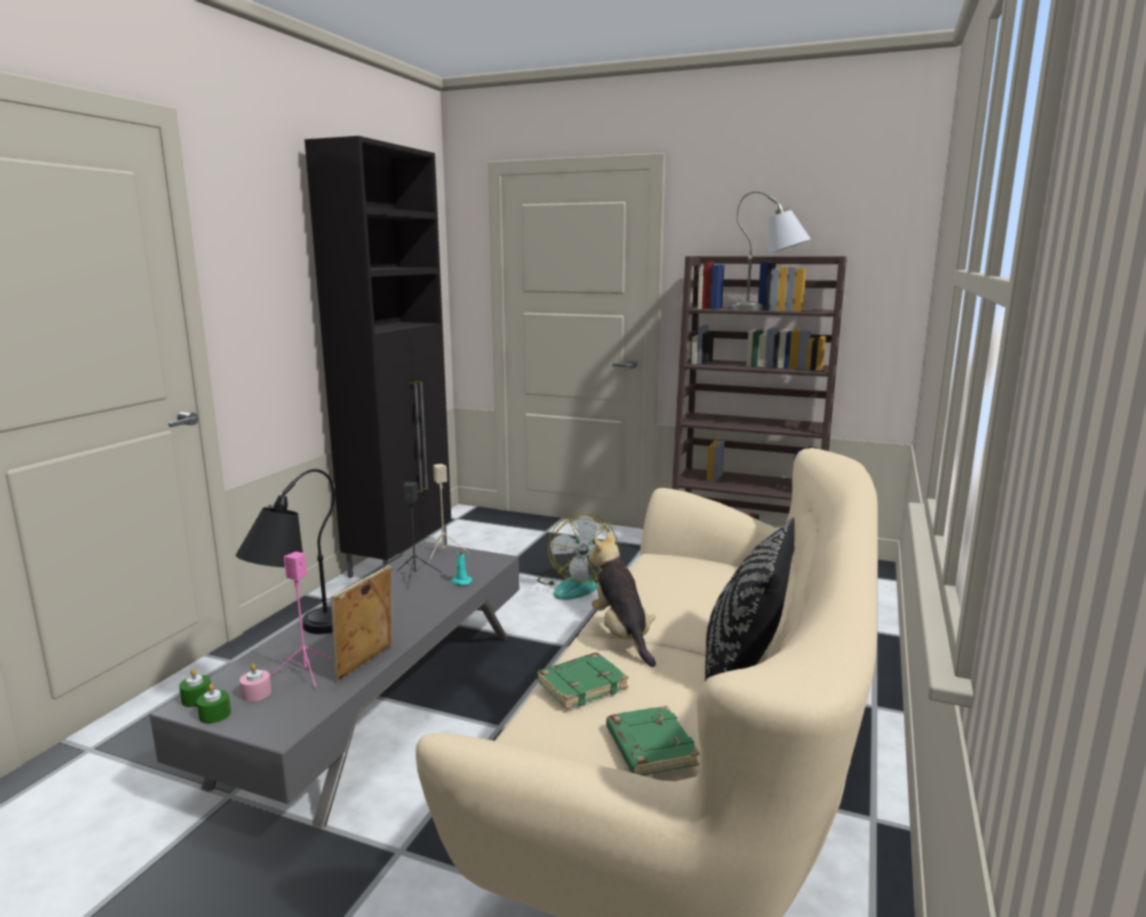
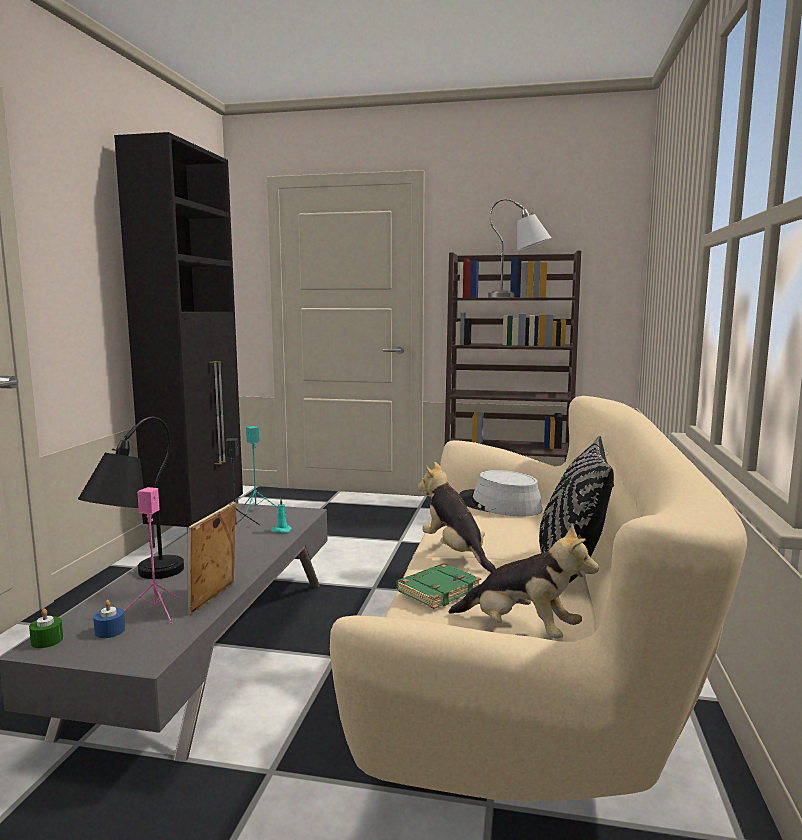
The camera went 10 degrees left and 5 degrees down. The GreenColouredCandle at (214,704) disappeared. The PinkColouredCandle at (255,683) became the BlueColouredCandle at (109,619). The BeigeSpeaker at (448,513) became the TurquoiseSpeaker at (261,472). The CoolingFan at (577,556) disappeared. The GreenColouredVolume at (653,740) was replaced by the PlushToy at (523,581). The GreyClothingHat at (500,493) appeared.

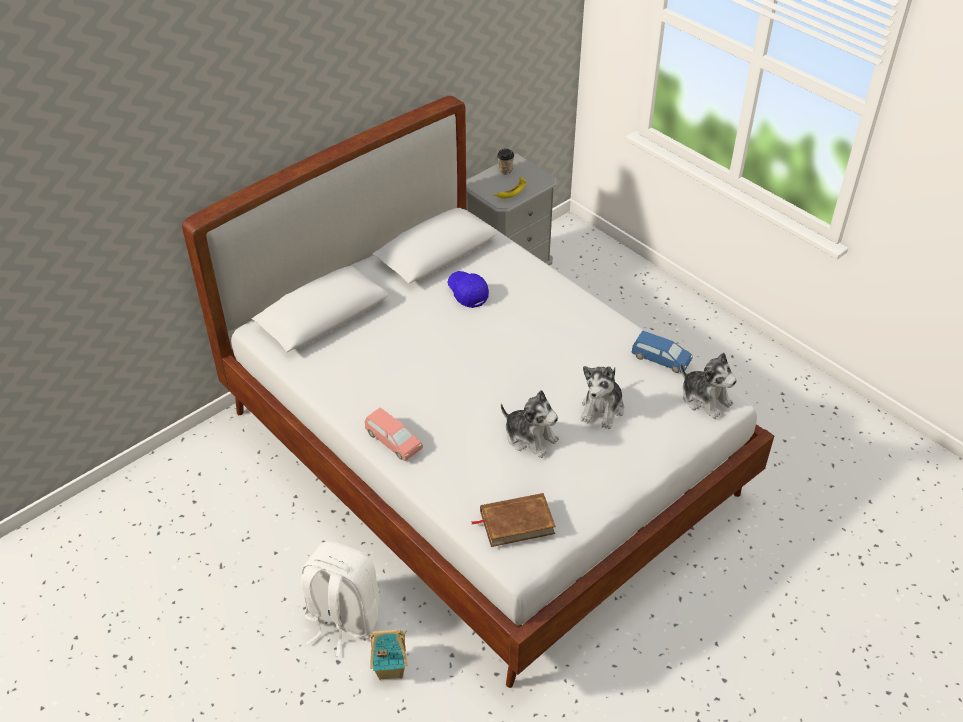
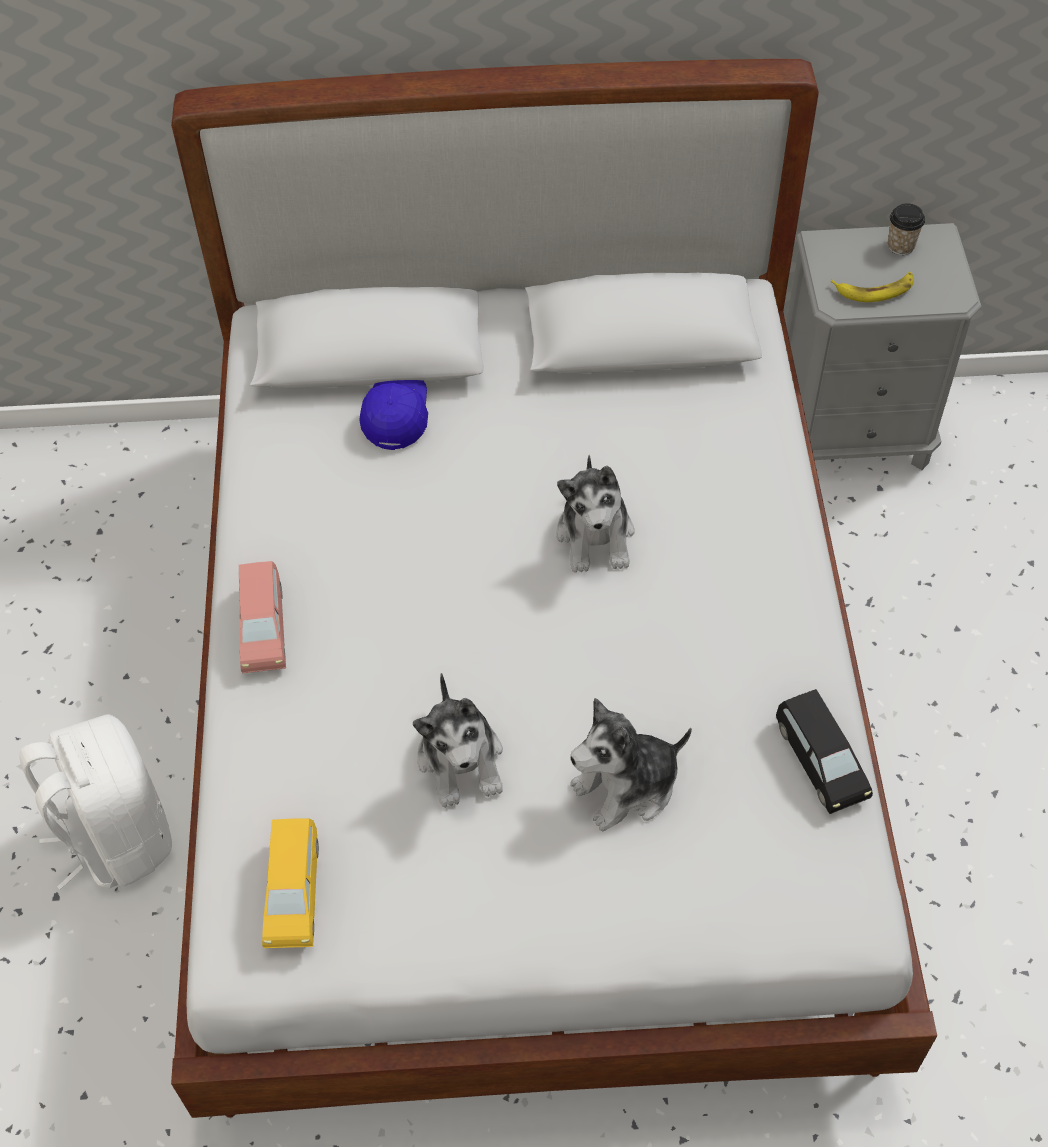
The camera went 40 degrees right and 10 degrees up. The ToyHouse at (388,654) disappeared. The BlueColouredBaseballCap moved from (468,289) to (393,415). The BrownVolume at (514,520) was replaced by the YellowToyCar at (290,883). The BlueColouredToyCar at (662,352) became the BlackColouredToyCar at (824,751). The PlushToy moved from (708,385) to (595,514).

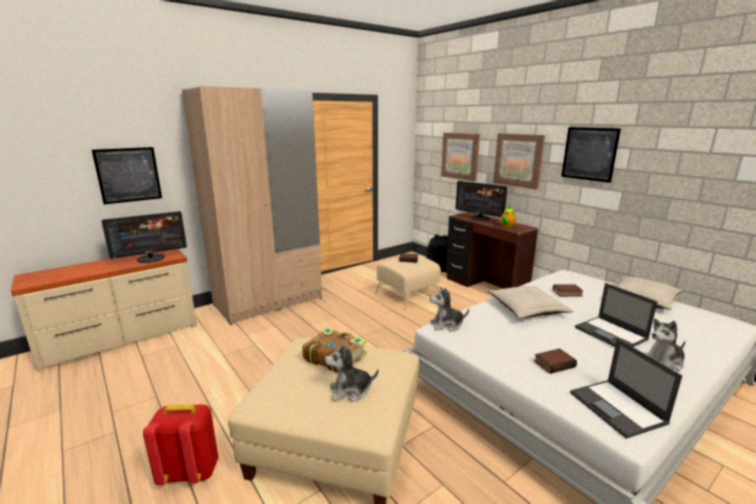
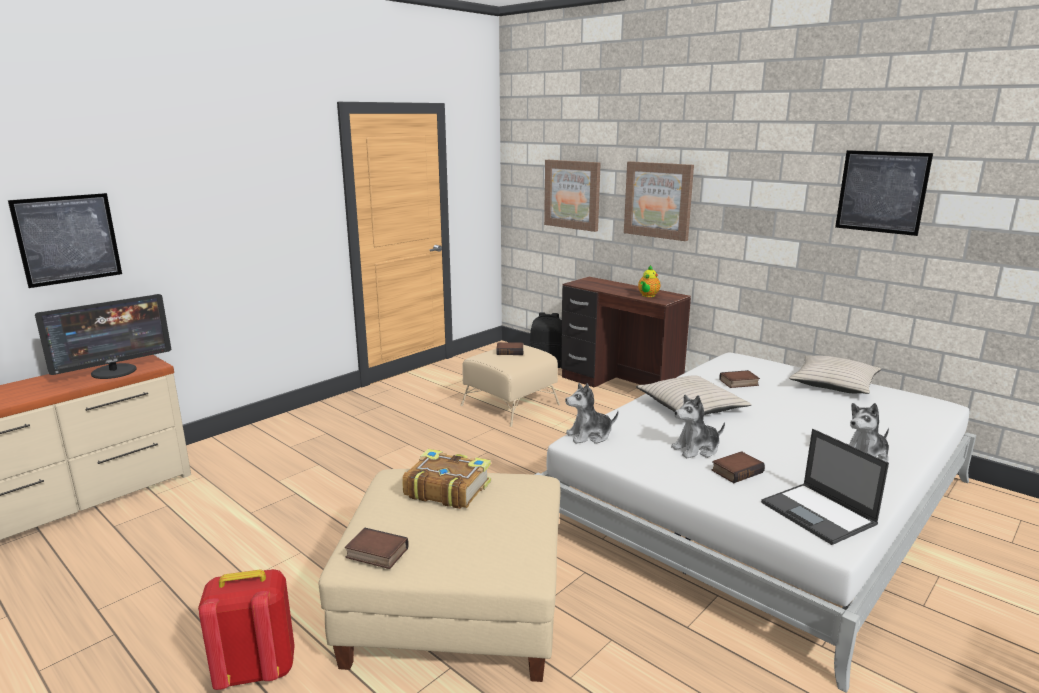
The camera went 10 degrees left and 0 degrees up. The BeigeClothesCupboard at (252,205) disappeared. The PlushToy moved from (352,372) to (698,426). The ComputerDisplay at (481,201) disappeared. The WallPicture moved from (591,155) to (884,193). The PortableComputer at (616,315) disappeared. The Volume at (377,548) appeared.

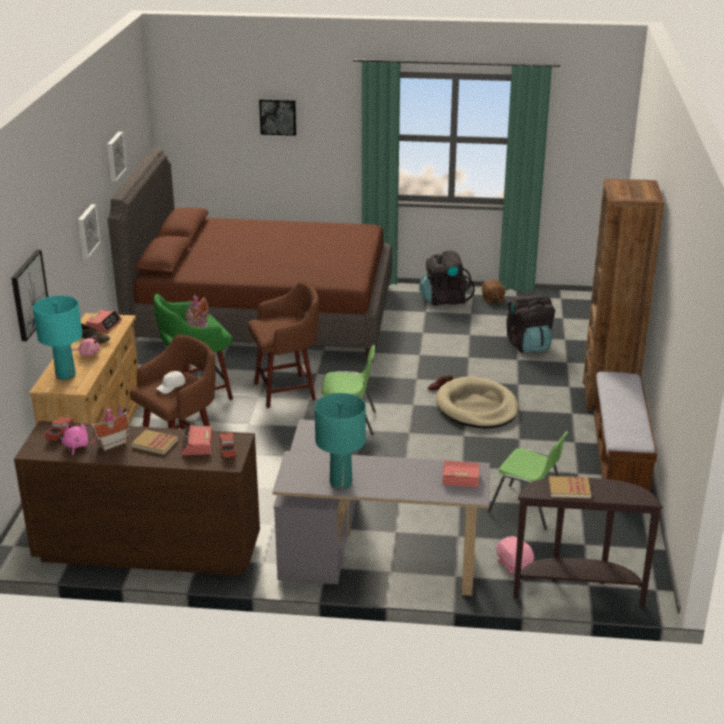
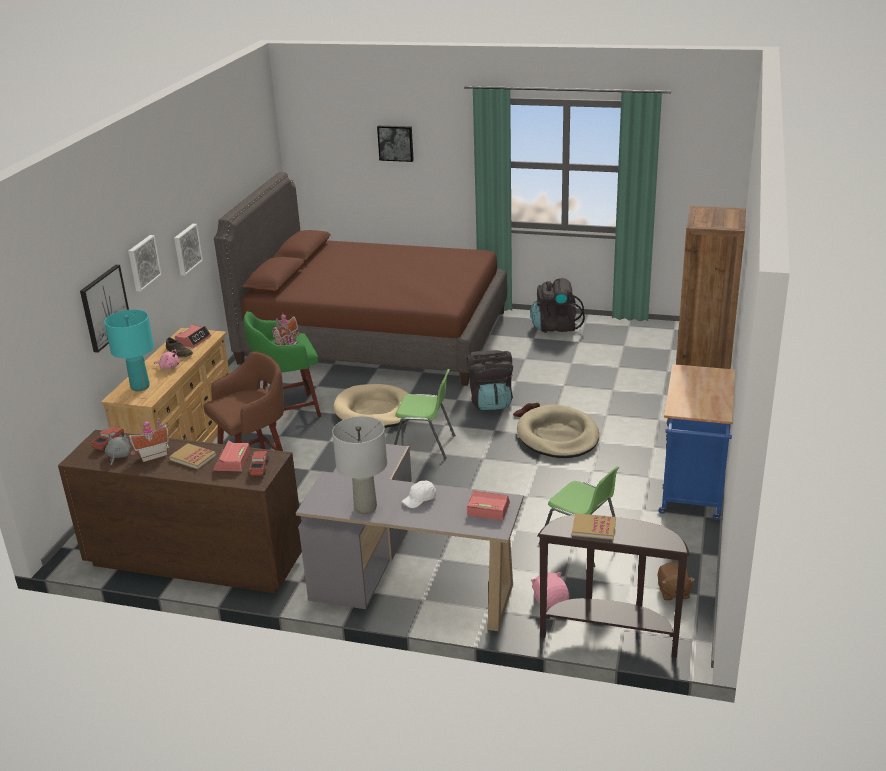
The camera went 10 degrees right and 0 degrees up. The PinkColouredPlushToy at (75,439) became the GreyPlushToy at (118,449). The WallPicture moved from (117,157) to (145,263). The WhiteColouredBaseballCap moved from (170,382) to (419,494). The BrownStool at (283,344) was replaced by the BeigeDogBed at (371,406). The TurquoiseTabletopLamp at (340,441) became the GreyTabletopLamp at (359,465). The BrownPlushToy moved from (494,291) to (676,581). The BlackColouredKnapsack moved from (531,323) to (490,380). The IndoorBench at (625,431) was replaced by the BlueColouredWheeledCart at (696,442).

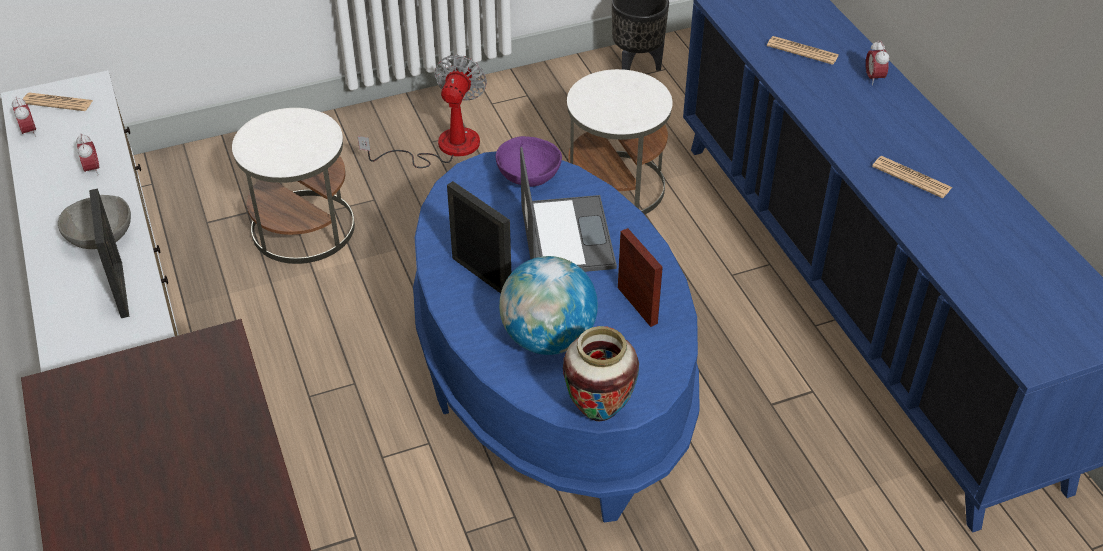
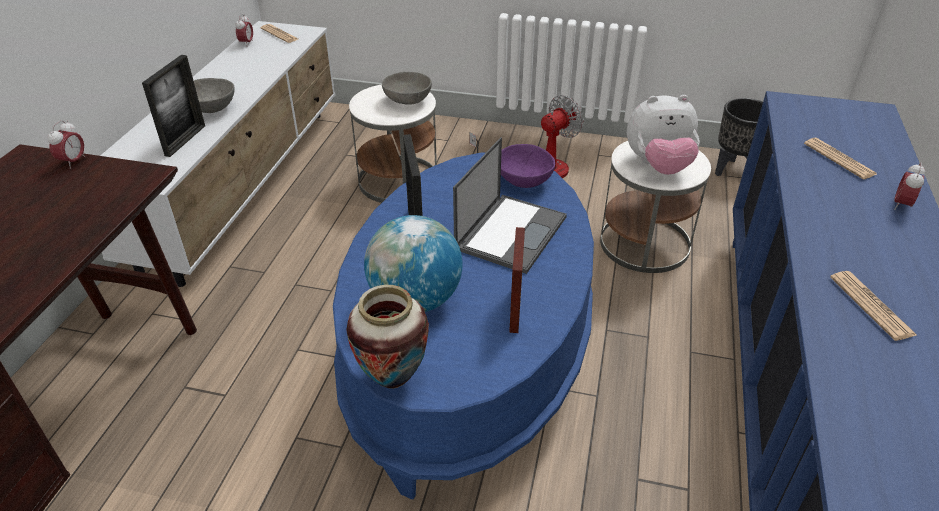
The camera went 35 degrees right and 5 degrees down. The BedsideClock moved from (87,154) to (67,144). The GreyBowl at (407,88) appeared. The PlushToy at (663,135) appeared.

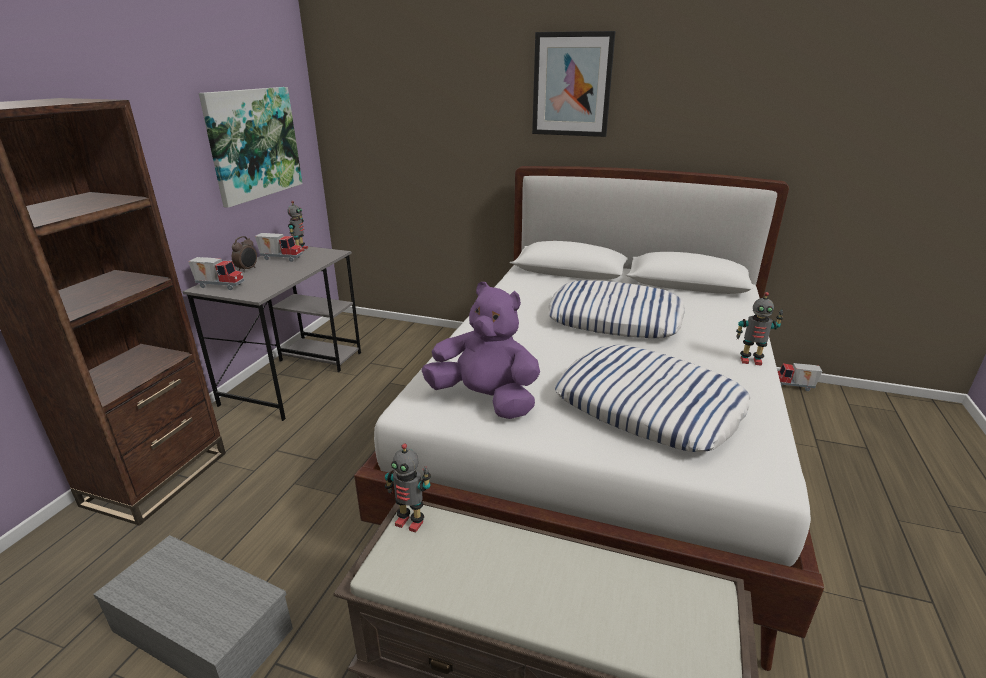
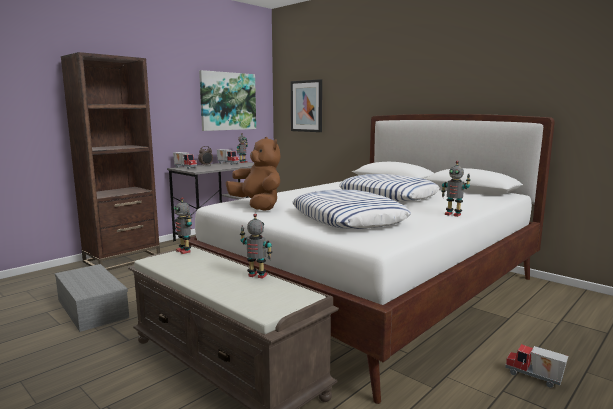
The camera went 25 degrees right and 15 degrees down. The PurplishPlushToy at (481,350) became the BrownPlushToy at (253,174). The WallPicture moved from (574,84) to (306,105). The ToyTruck moved from (800,377) to (536,366). The RobotFigure at (256,246) appeared.

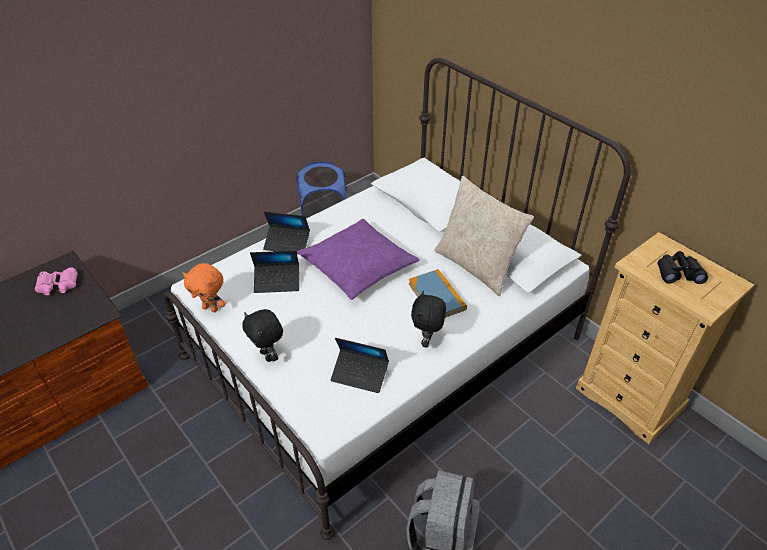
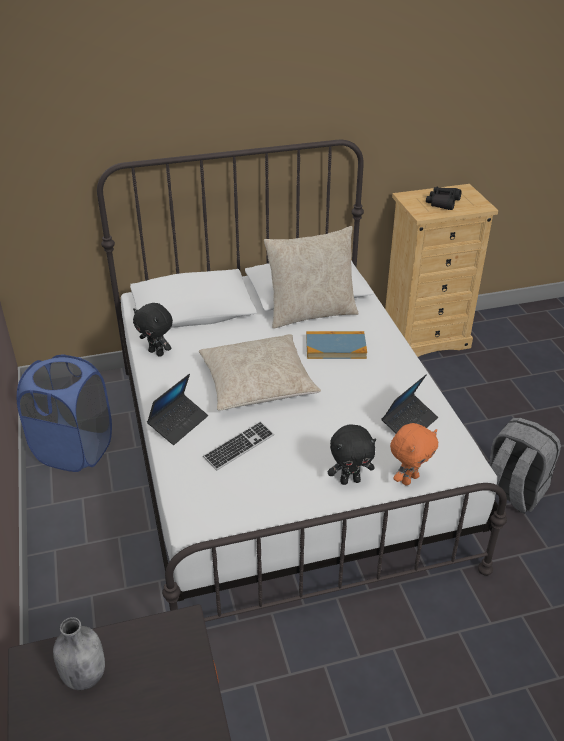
The camera went 65 degrees left and 5 degrees down. The PinkColouredPairOfBinoculars at (56,281) was replaced by the GreyBeverageBottle at (79,653). The OrangeColouredPlushToy moved from (204,287) to (414,454). The PortableComputer at (274,271) was replaced by the PcKeyboard at (238,446). The PurplishCushion at (358,259) became the BeigeCushion at (260,372). The BlackColouredPlushToy moved from (428,319) to (153,330).

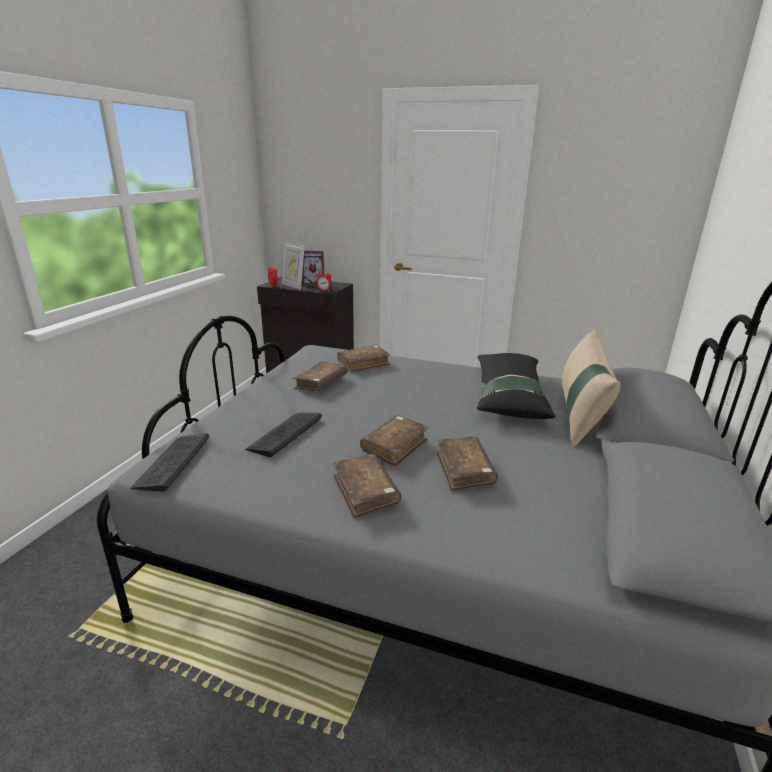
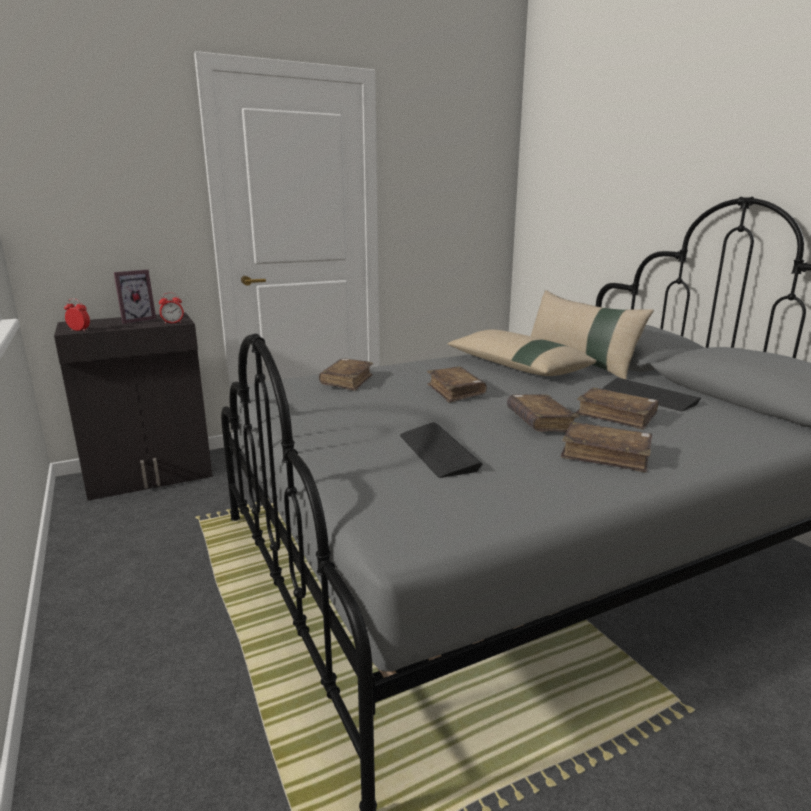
The camera went 45 degrees left and 5 degrees down. The PcKeyboard moved from (170,462) to (651,394). The PhotoFrame at (293,266) disappeared. The BrownVolume moved from (320,376) to (457,385). The BlackColouredCushion at (516,386) became the BeigeCushion at (522,352).

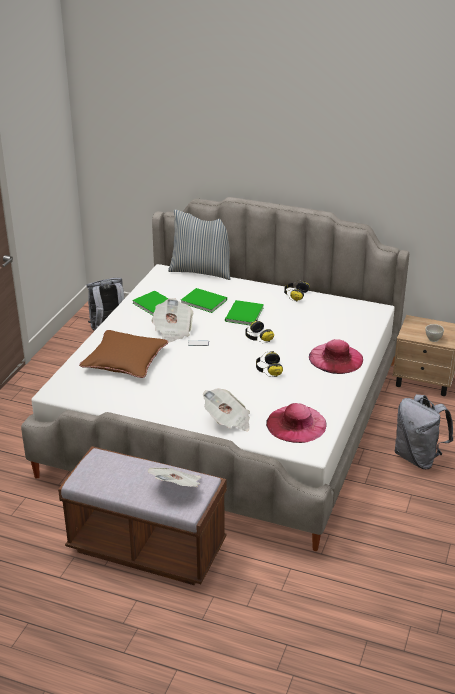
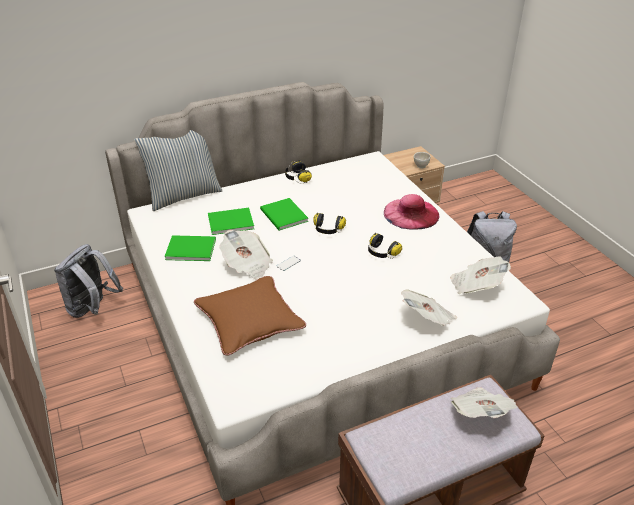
The camera went 45 degrees left and 5 degrees up. The PinkColouredClothingHat at (296,423) was replaced by the PrintedPaper at (480,275).

